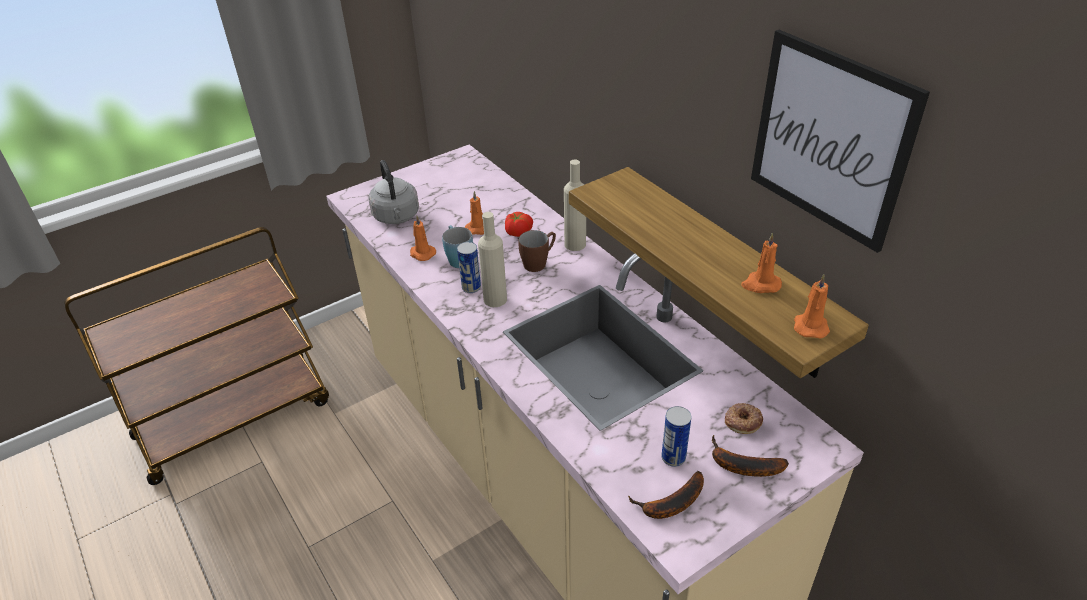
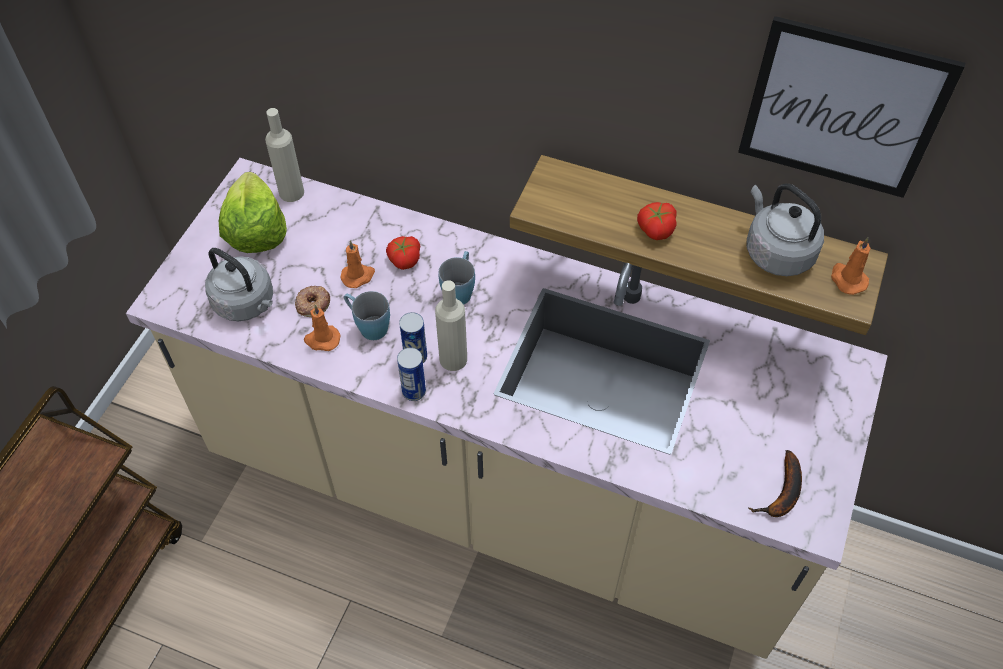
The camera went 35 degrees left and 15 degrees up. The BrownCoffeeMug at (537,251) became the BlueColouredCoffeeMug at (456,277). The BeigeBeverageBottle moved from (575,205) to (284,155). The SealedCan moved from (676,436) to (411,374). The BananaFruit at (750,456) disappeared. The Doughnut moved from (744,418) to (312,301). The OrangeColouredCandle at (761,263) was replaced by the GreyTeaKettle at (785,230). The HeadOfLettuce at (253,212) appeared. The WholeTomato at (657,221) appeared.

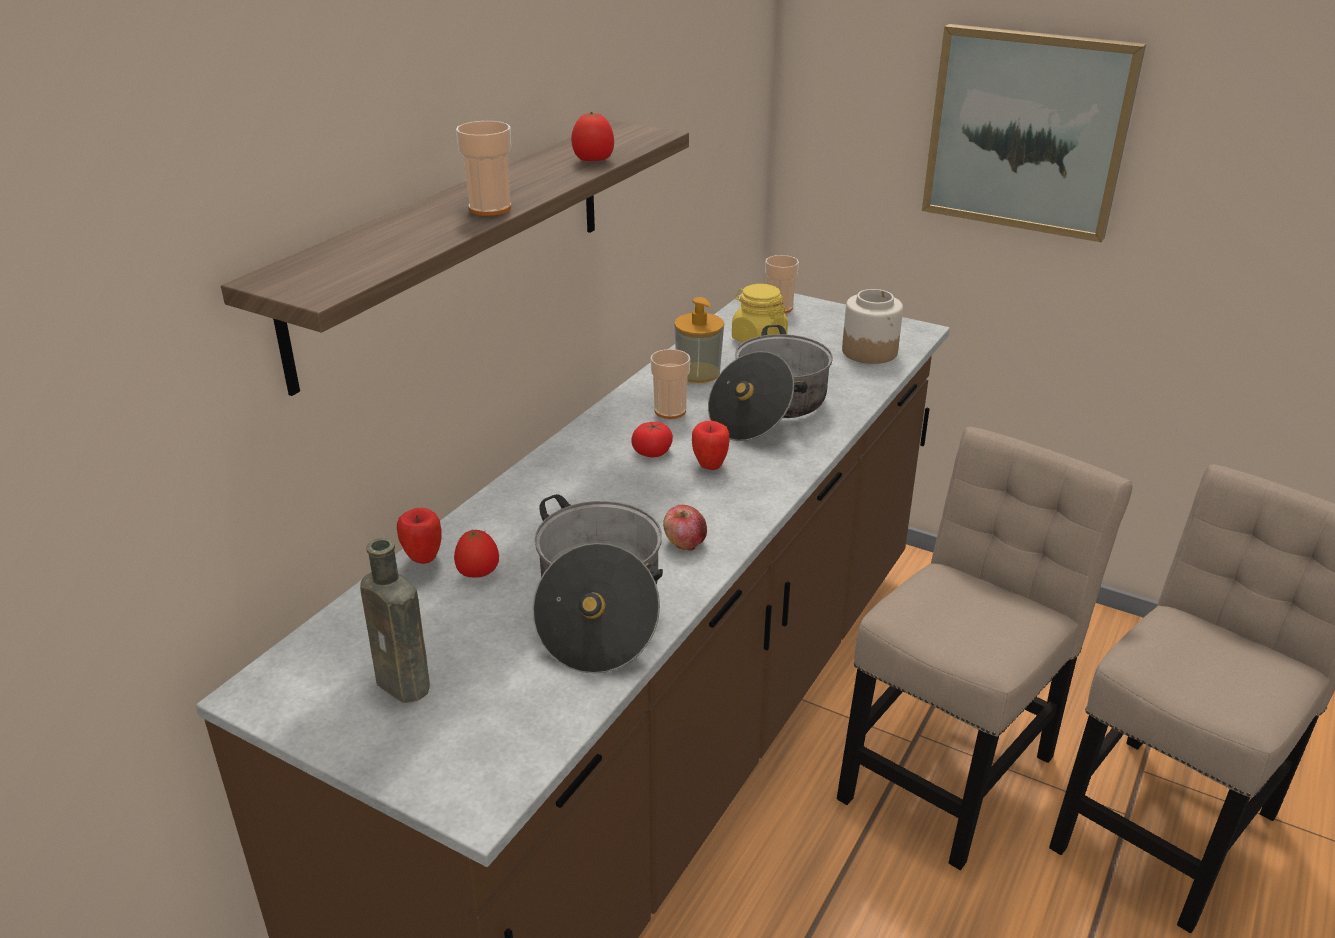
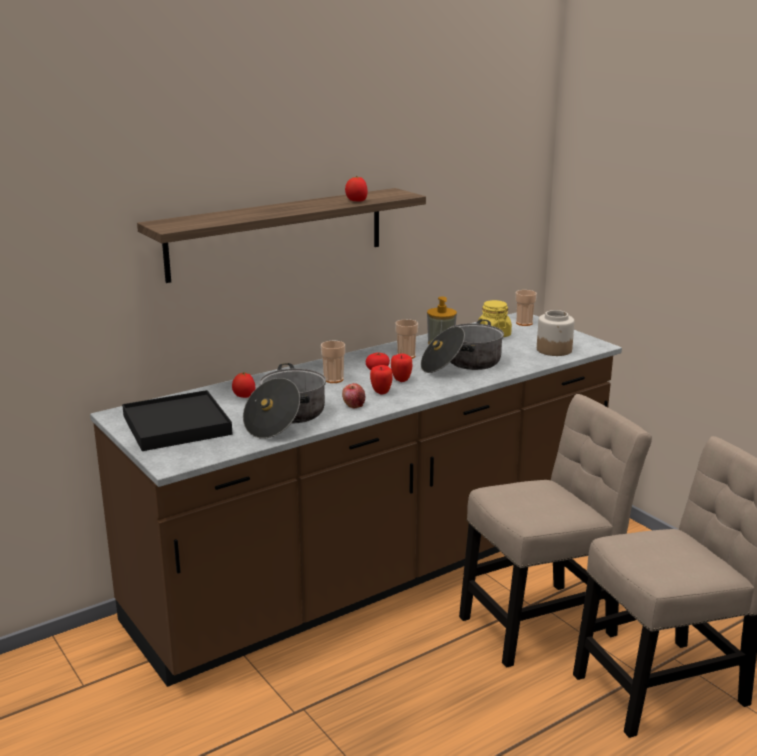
The camera went 25 degrees right and 10 degrees down. The BrownBeverageBottle at (395,620) was replaced by the BlackColouredTray at (177,420). The WholeApple moved from (419,536) to (381,379). The Cup moved from (483,168) to (333,362). The WallPicture at (1034,133) disappeared.

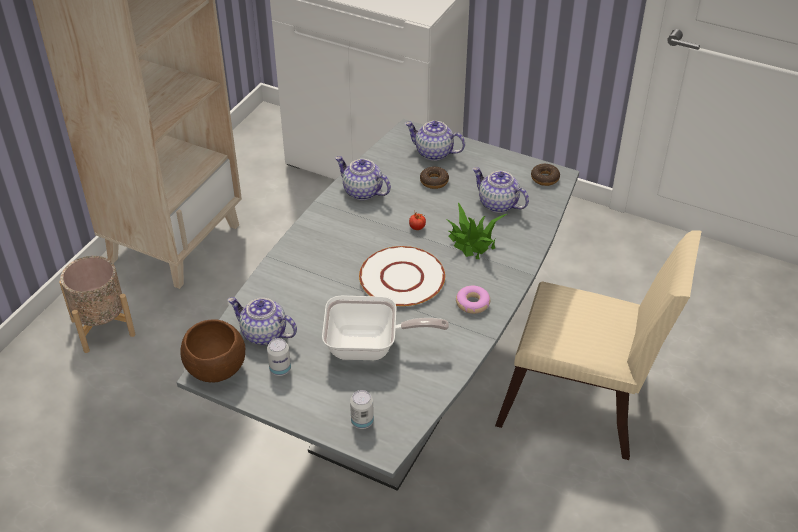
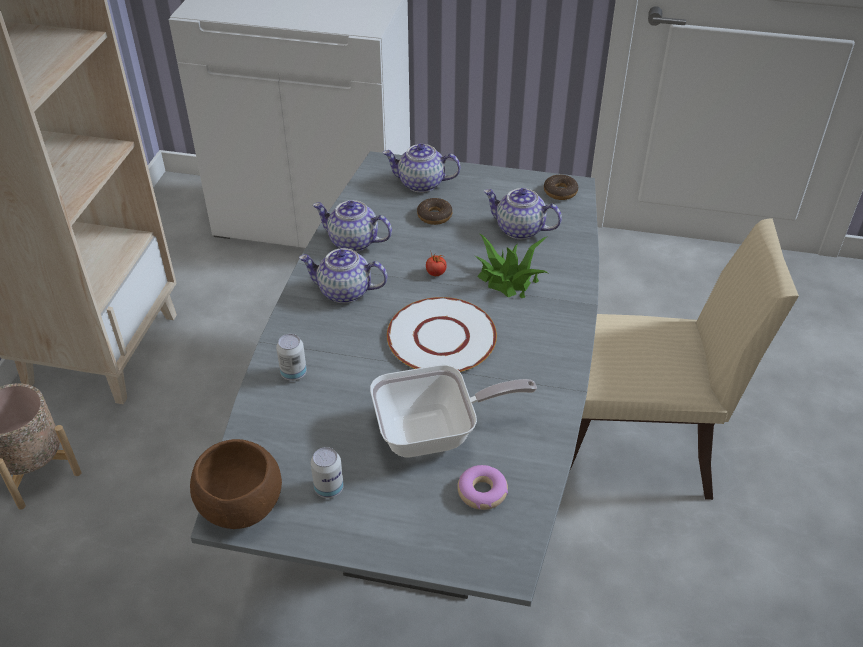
The camera went 15 degrees left and 0 degrees up. The Teapot moved from (262,321) to (343,275). The SealedCan moved from (362,409) to (291,357). The Doughnut moved from (473,300) to (482,487).

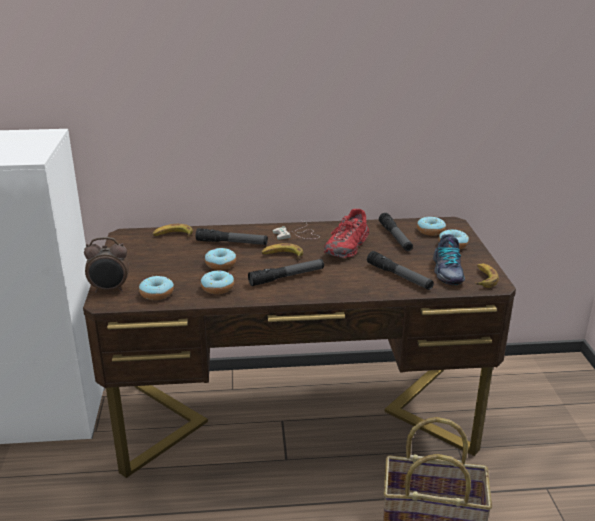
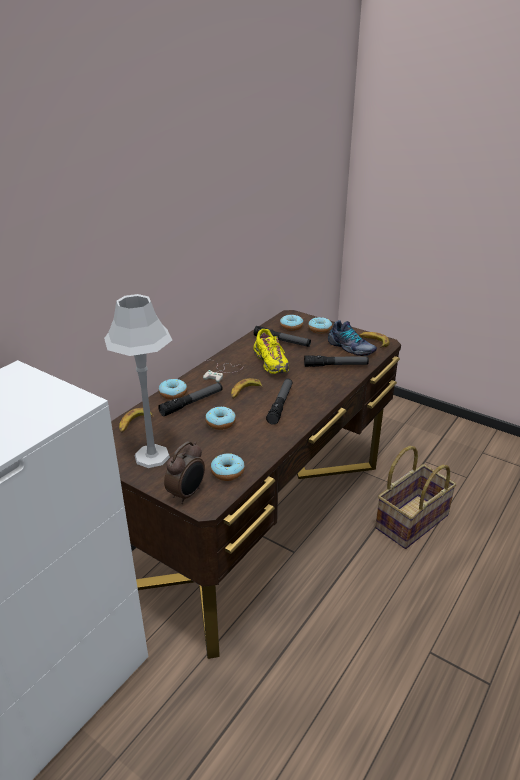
The camera went 50 degrees left and 5 degrees up. The Doughnut moved from (217,282) to (173,389). The RedLowShoe at (346,233) became the YellowLowShoe at (271,351). The GreyTabletopLamp at (138,381) appeared.

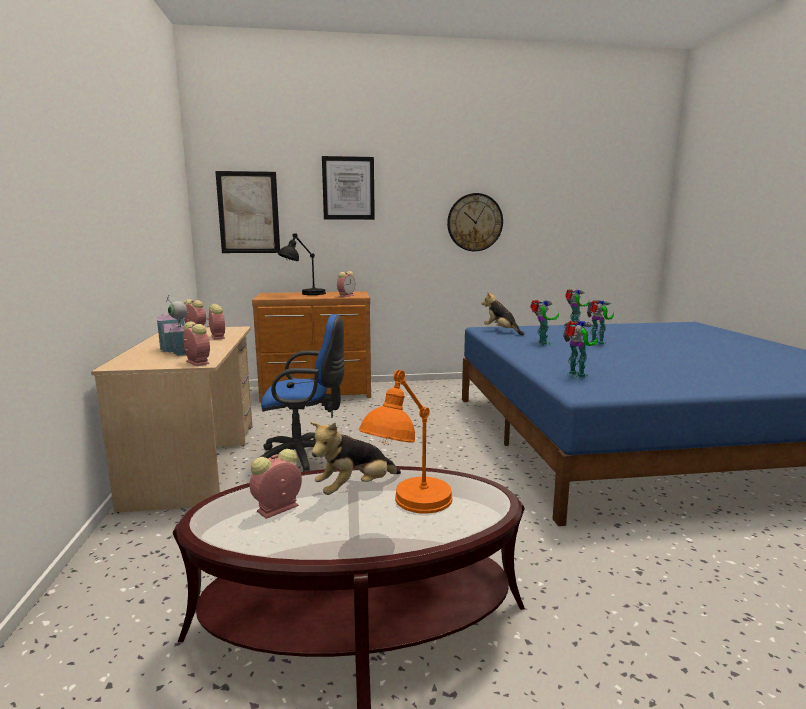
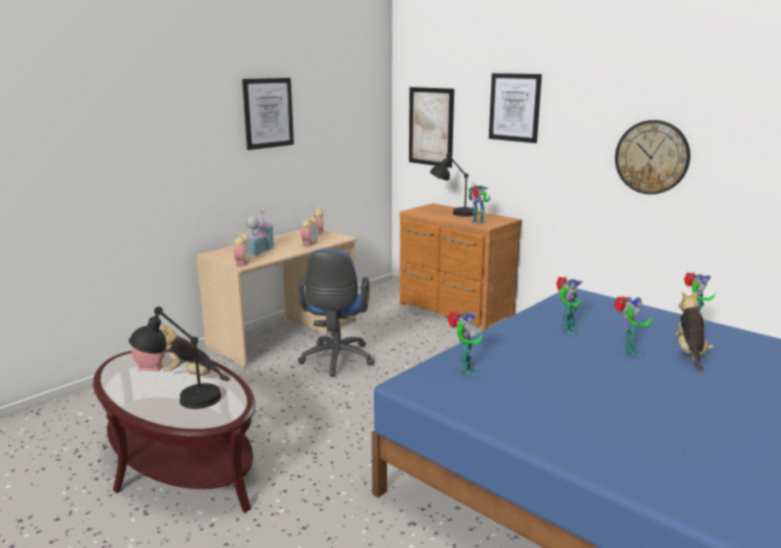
The camera went 50 degrees right and 5 degrees up. The BlueColouredOfficeChair at (302,393) turned 45 degrees clockwise. The BedsideClock at (346,284) was replaced by the RobotFigure at (479,204). The OrangeColouredTabletopLamp at (405,442) became the BlackColouredTabletopLamp at (175,357). The PlushToy moved from (502,313) to (695,331). The WallPicture at (268,114) appeared.

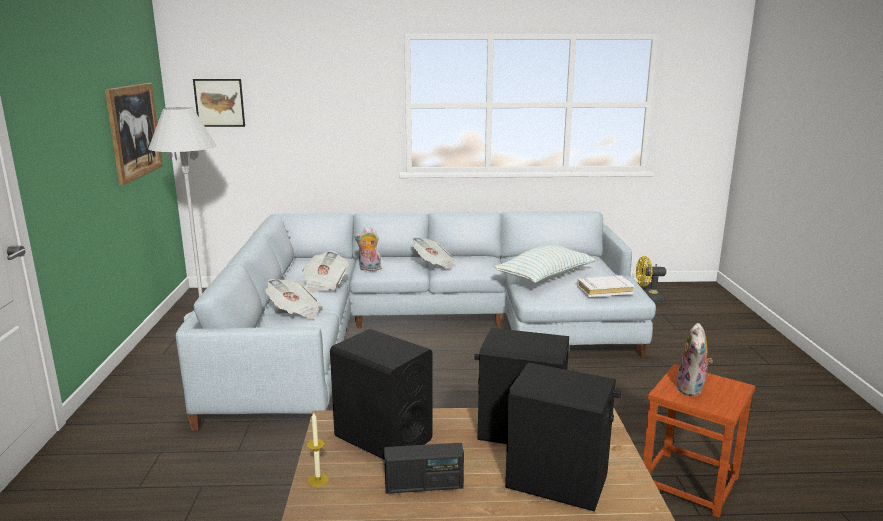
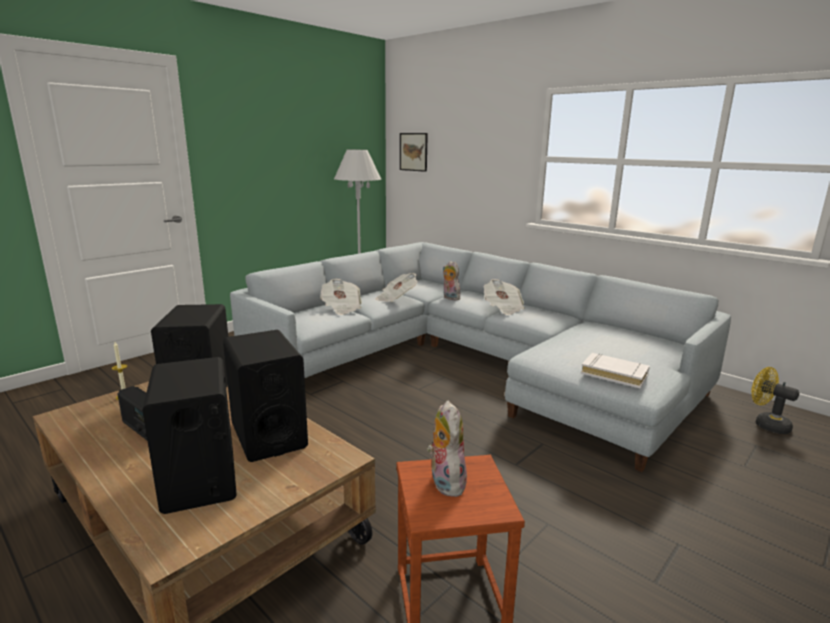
The camera went 45 degrees right and 0 degrees up. The WallPicture at (134,134) disappeared. The Cushion at (545,264) disappeared. The PlushToy at (694,359) turned 105 degrees clockwise.

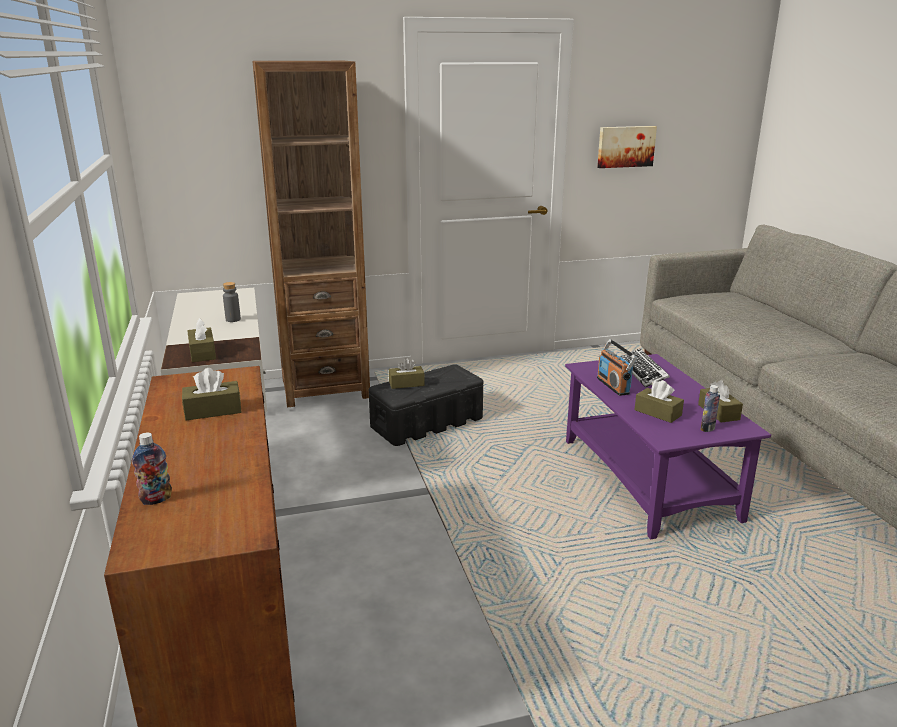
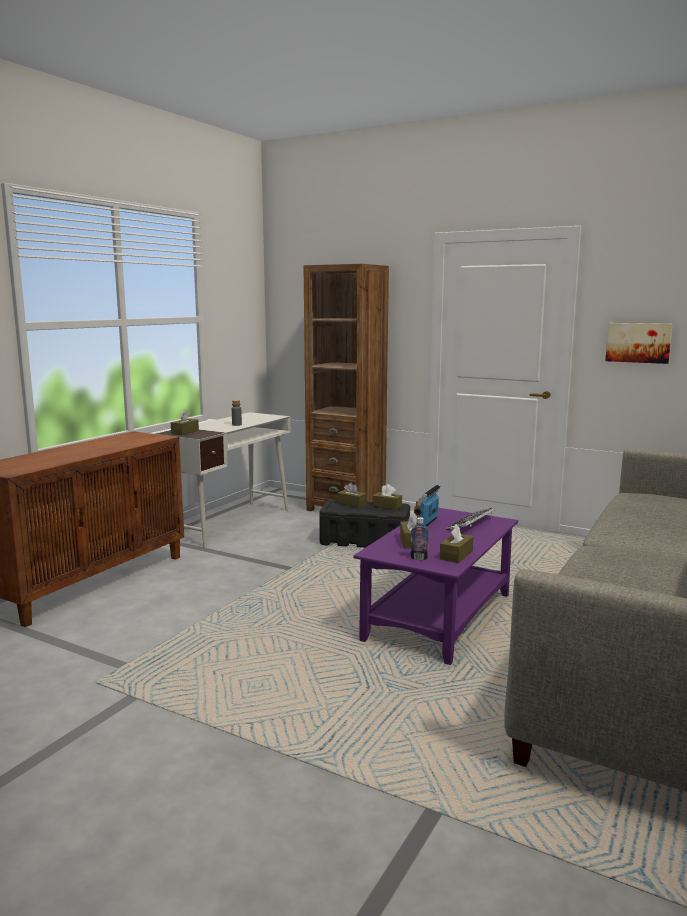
The camera went 45 degrees right and 10 degrees down. The BeverageBottle at (152,469) disappeared. The BrownTissueHolder moved from (211,394) to (387,497).

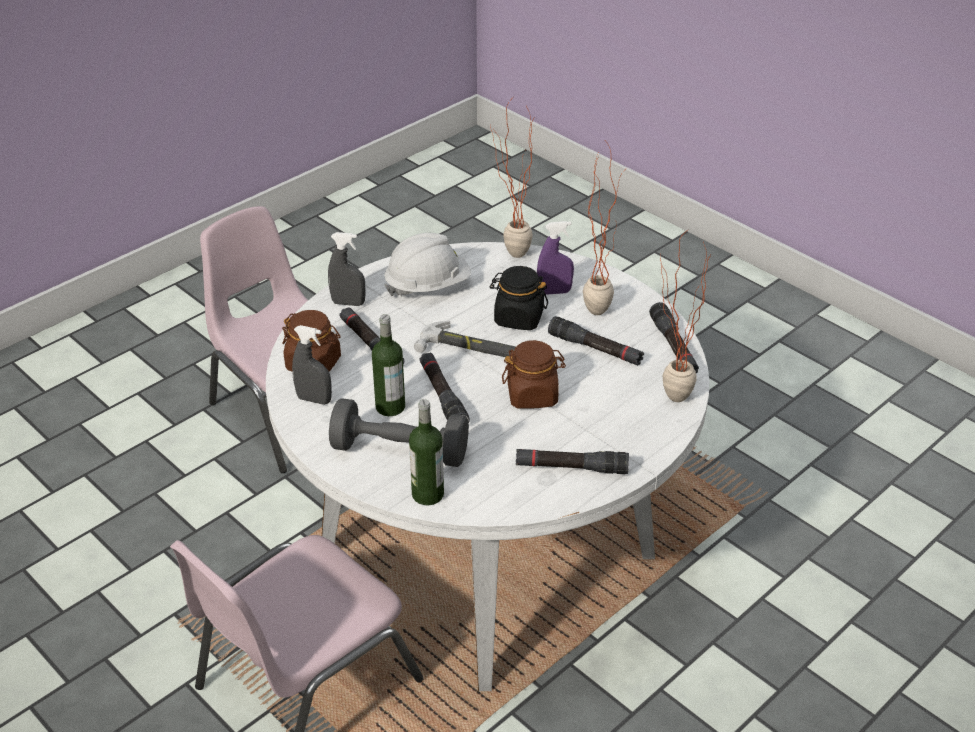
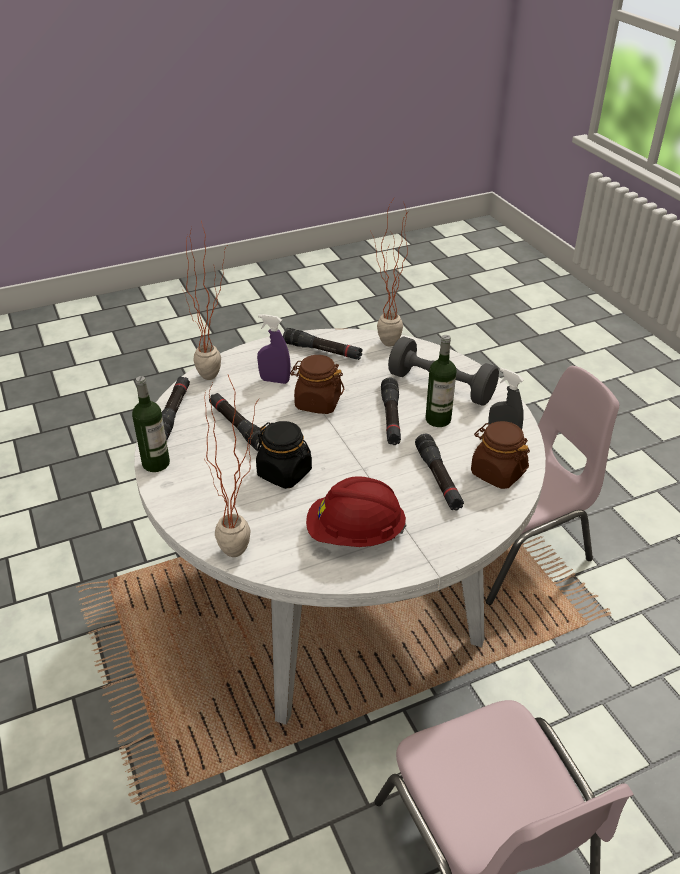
The camera went 160 degrees left and 0 degrees up. The GreyHandSprayer at (347,269) disappeared. The WhiteColouredHardHat at (427,264) became the RedHardHat at (356,511). The BeverageBottle moved from (426,452) to (151,424). The ToolHammer at (465,339) disappeared. The PurplishHandSprayer moved from (555,258) to (273,349). The Houseplant moved from (603,229) to (390,271).

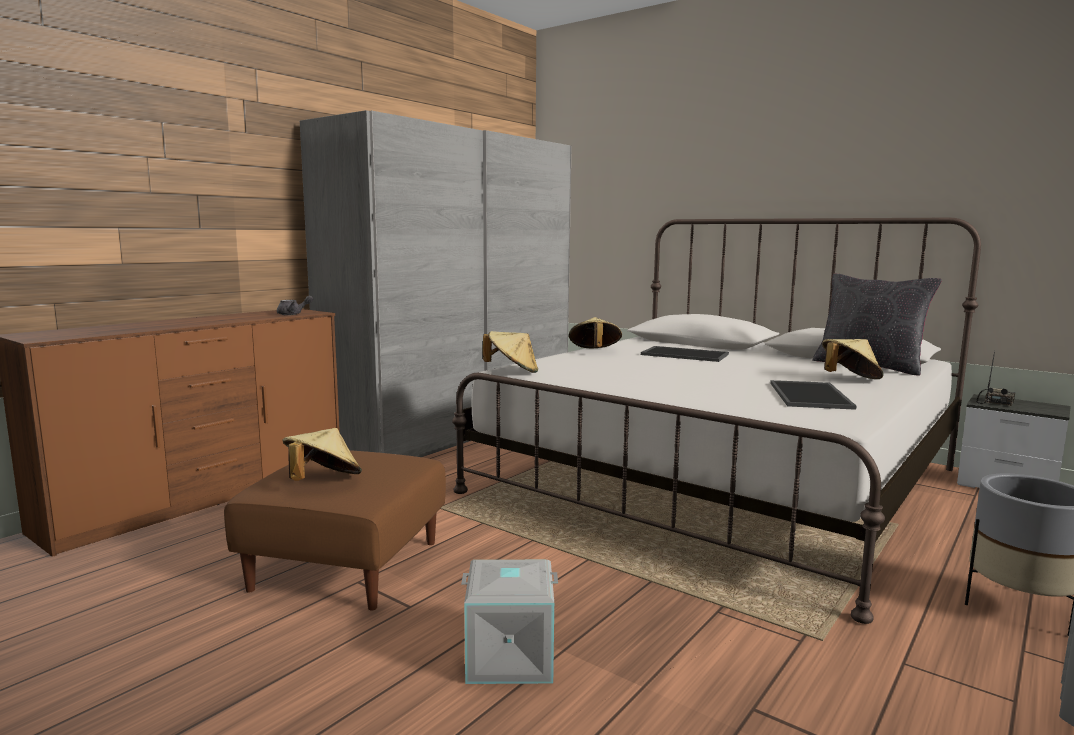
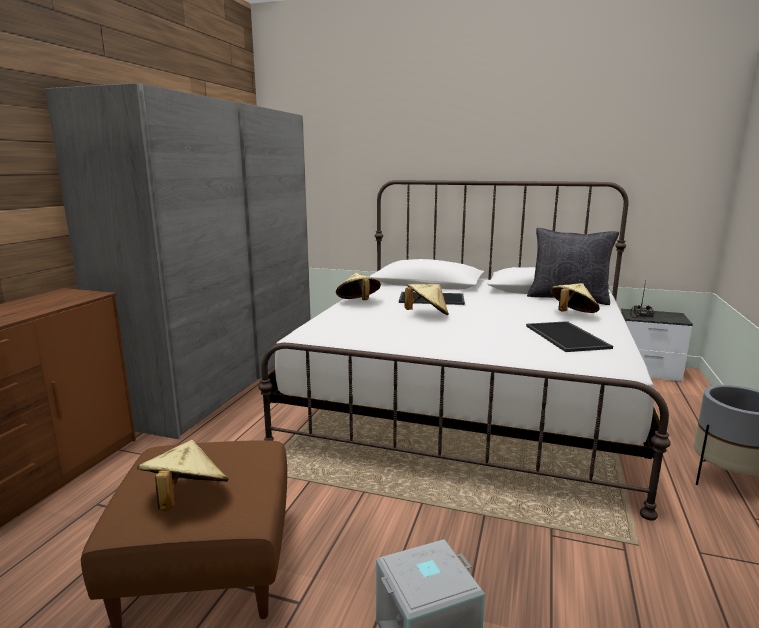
The camera went 20 degrees left and 5 degrees up. The GreyTeapot at (295,305) disappeared. The BeigeClothingHat moved from (510,352) to (426,299).

